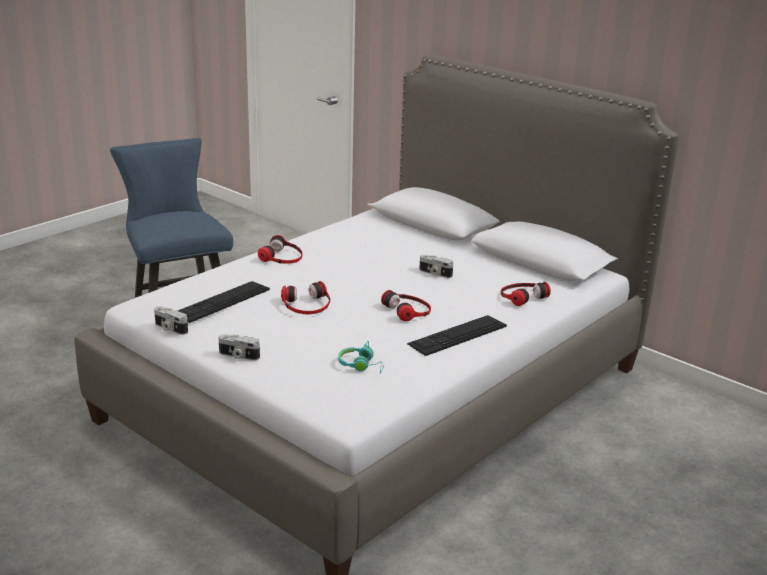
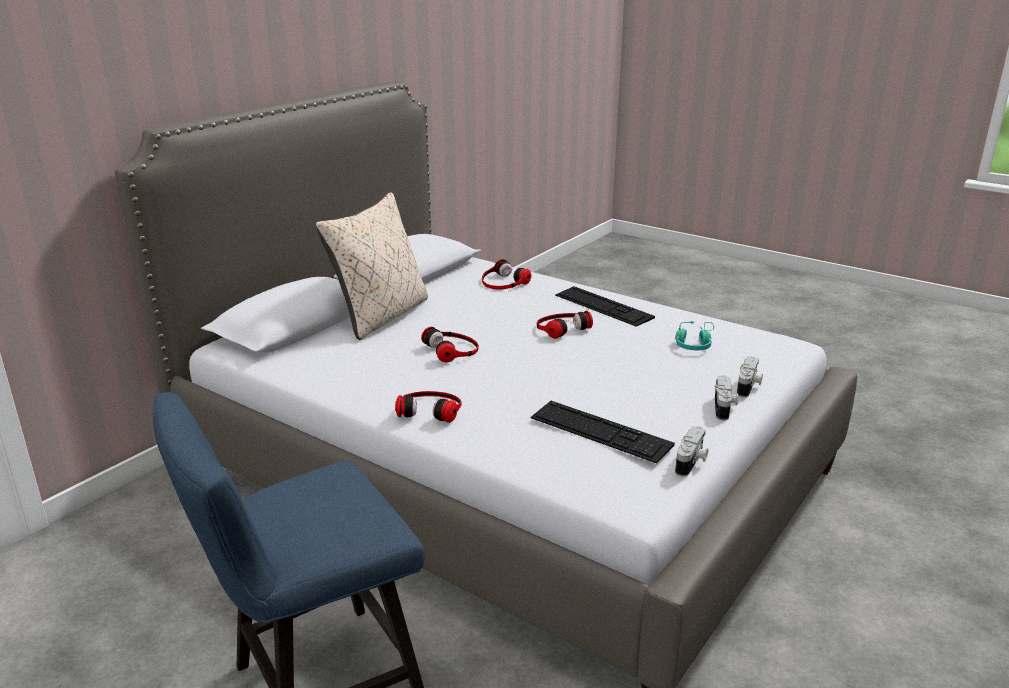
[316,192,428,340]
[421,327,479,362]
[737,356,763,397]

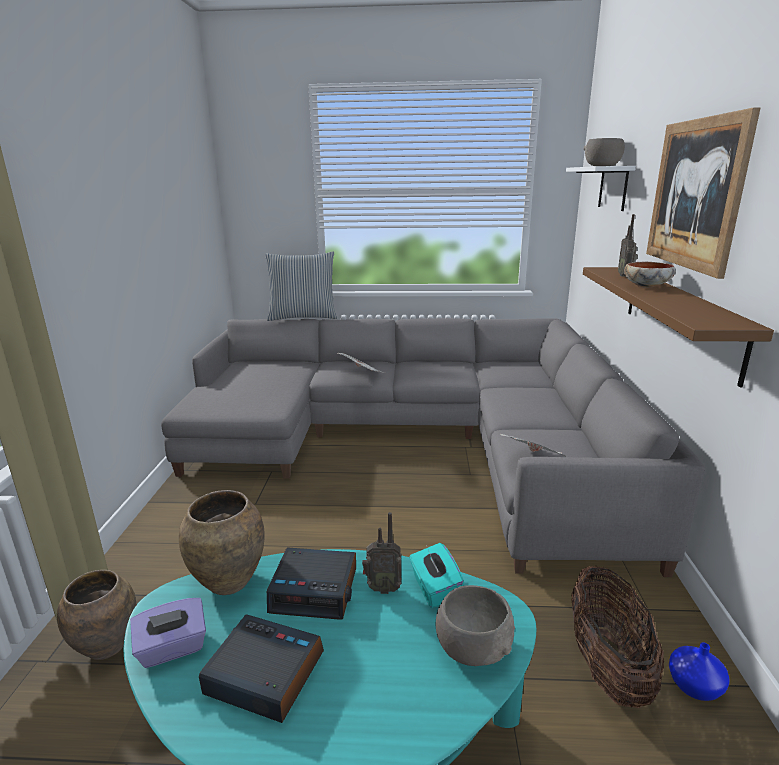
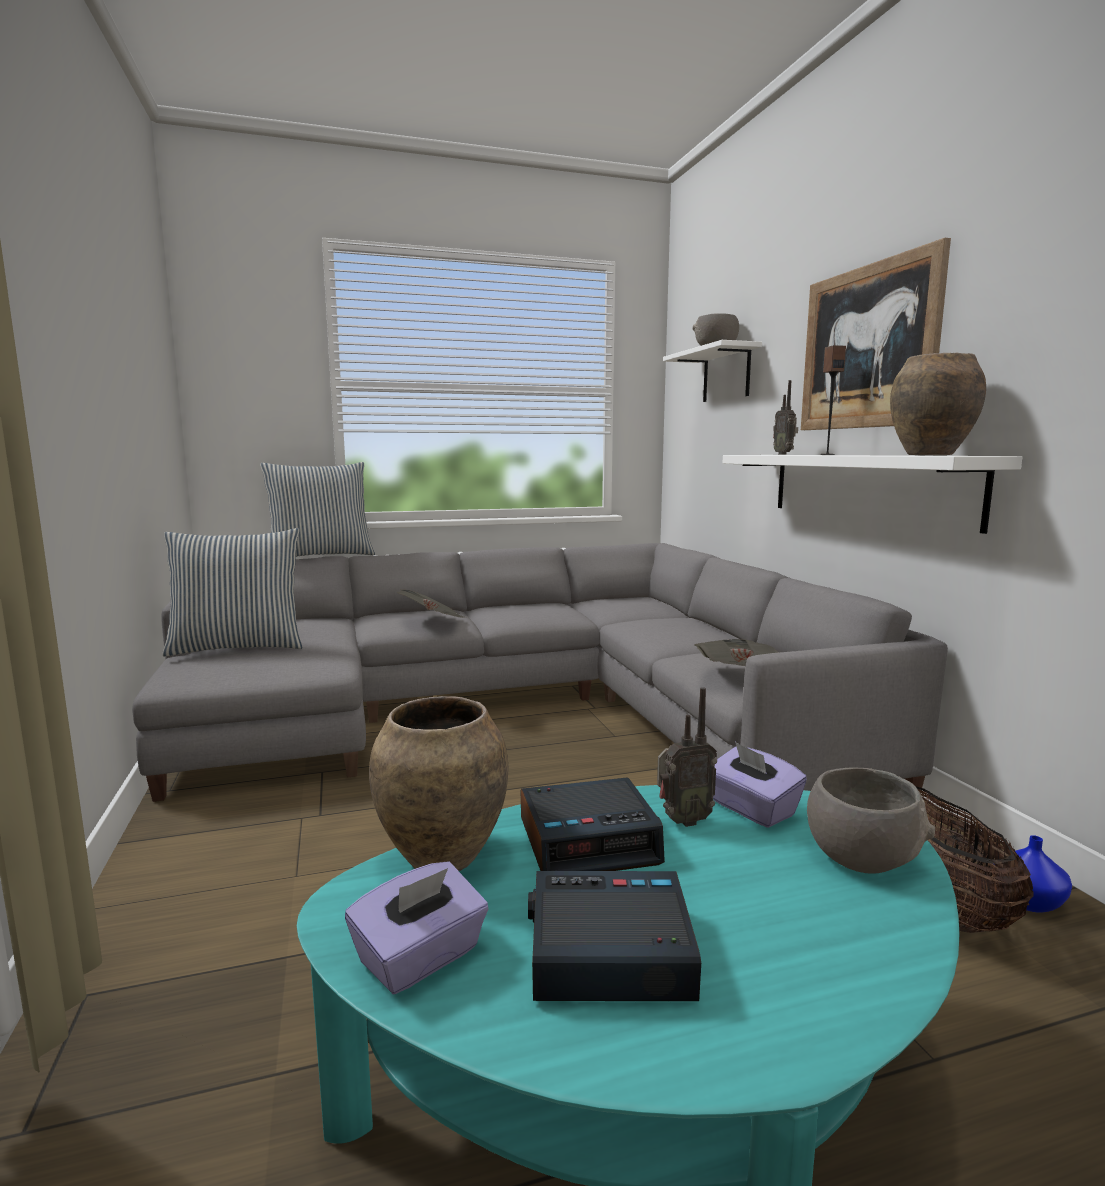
[162,528,303,657]
[713,742,807,828]
[723,455,1022,534]
[820,345,846,455]
[890,353,986,455]

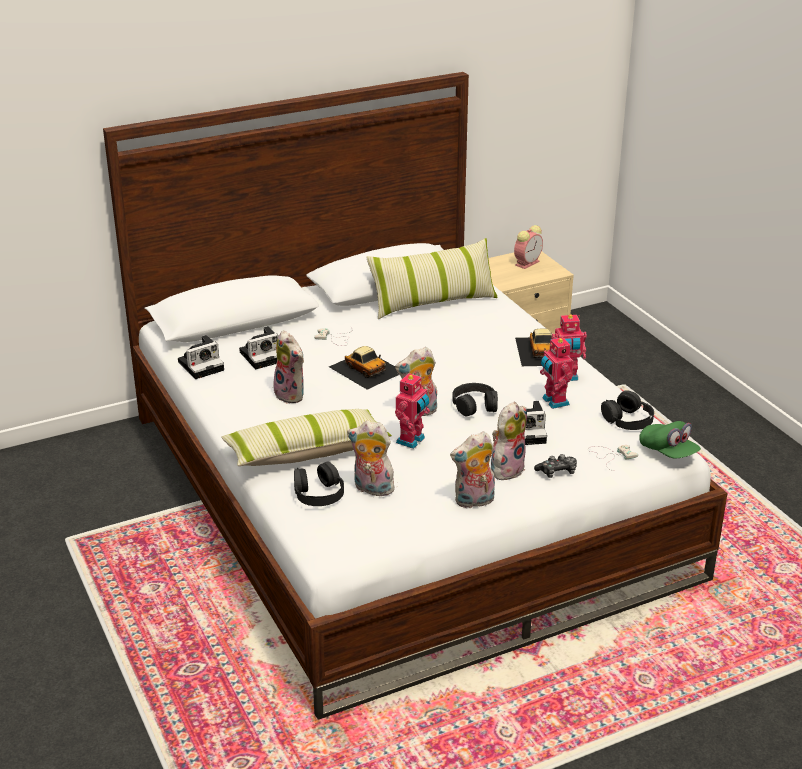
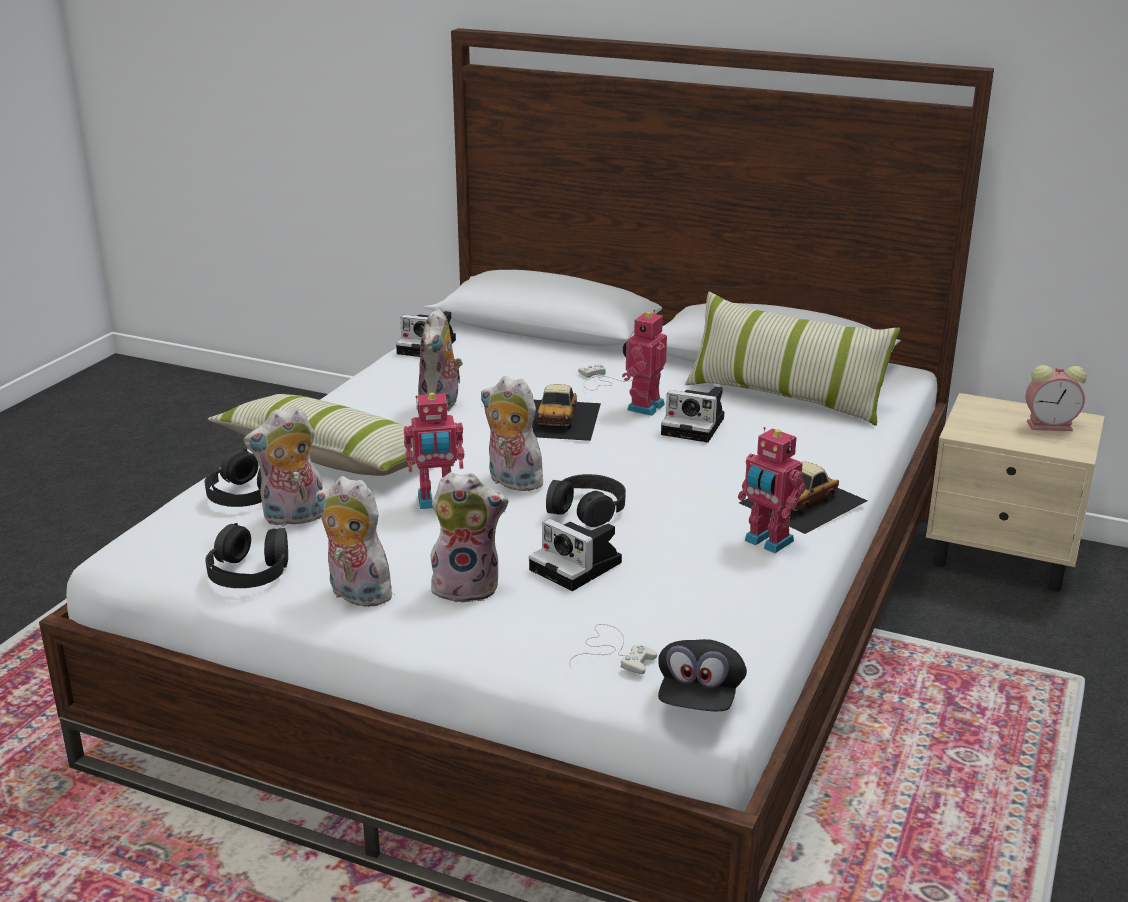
[205,523,288,588]
[243,406,323,526]
[622,310,667,416]
[658,639,747,711]
[661,386,725,442]
[534,454,577,478] (first image)

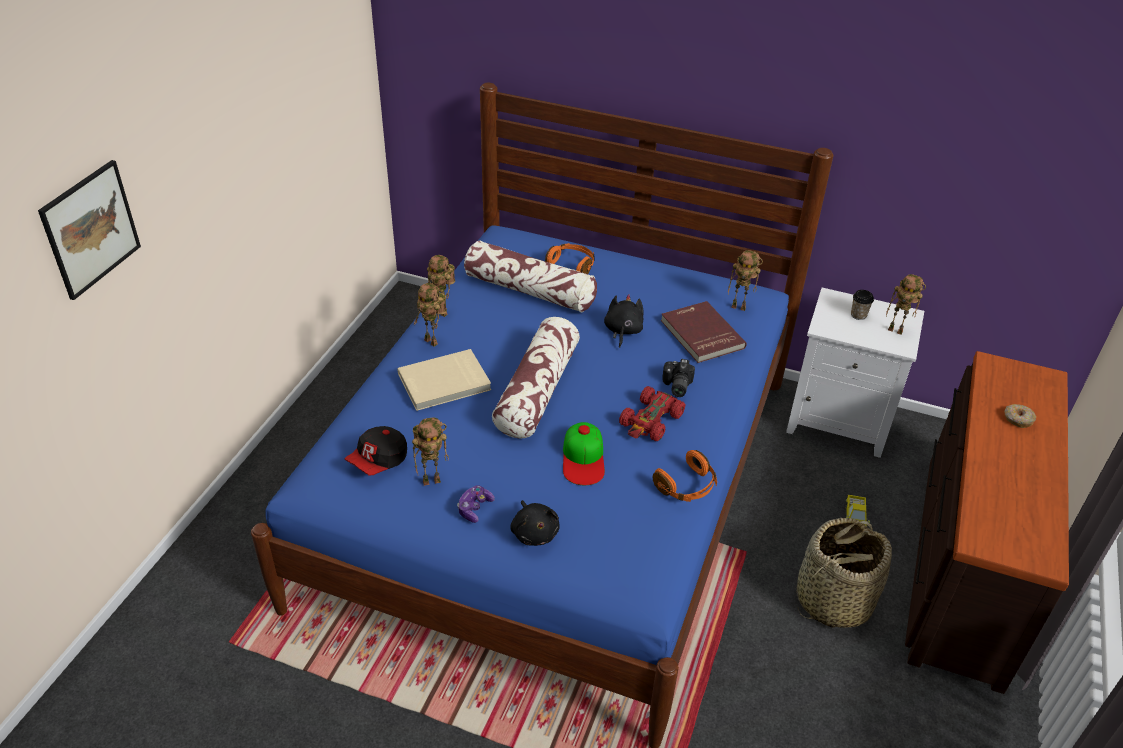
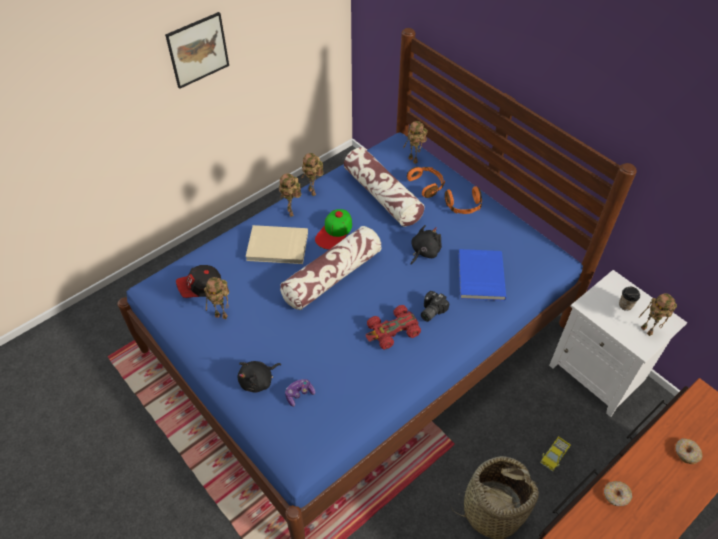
[165,12,229,89]
[238,361,281,393]
[285,379,315,407]
[315,209,352,249]
[403,121,427,164]
[445,186,482,214]
[458,249,506,301]
[604,481,632,506]

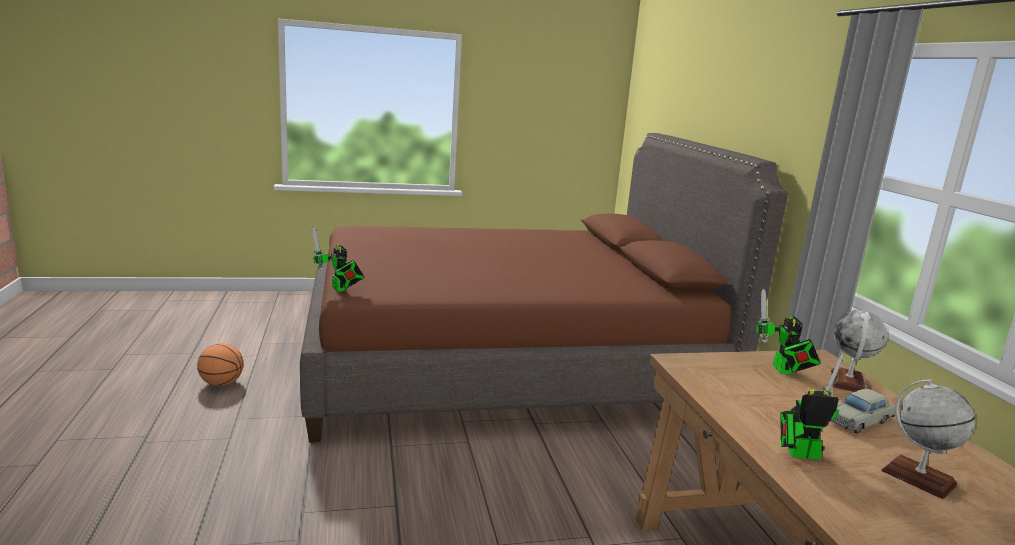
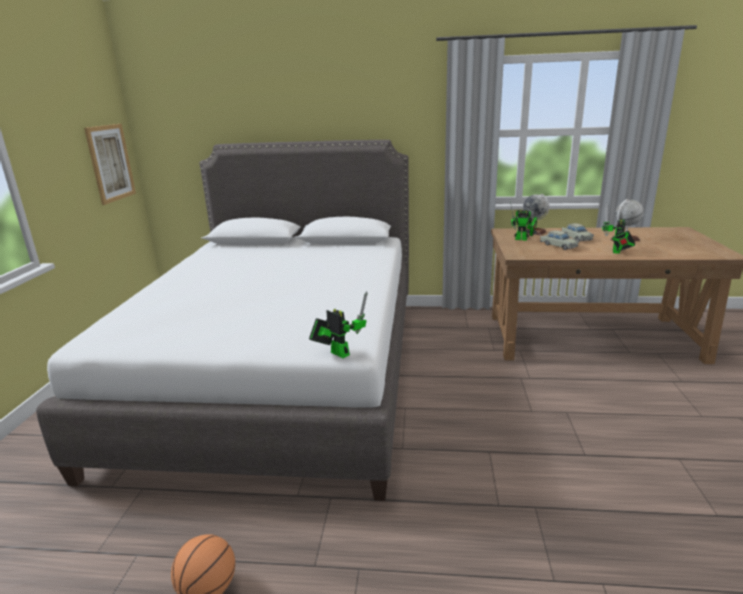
[36,140,409,501]
[84,124,136,205]
[309,291,368,358]
[540,231,579,250]

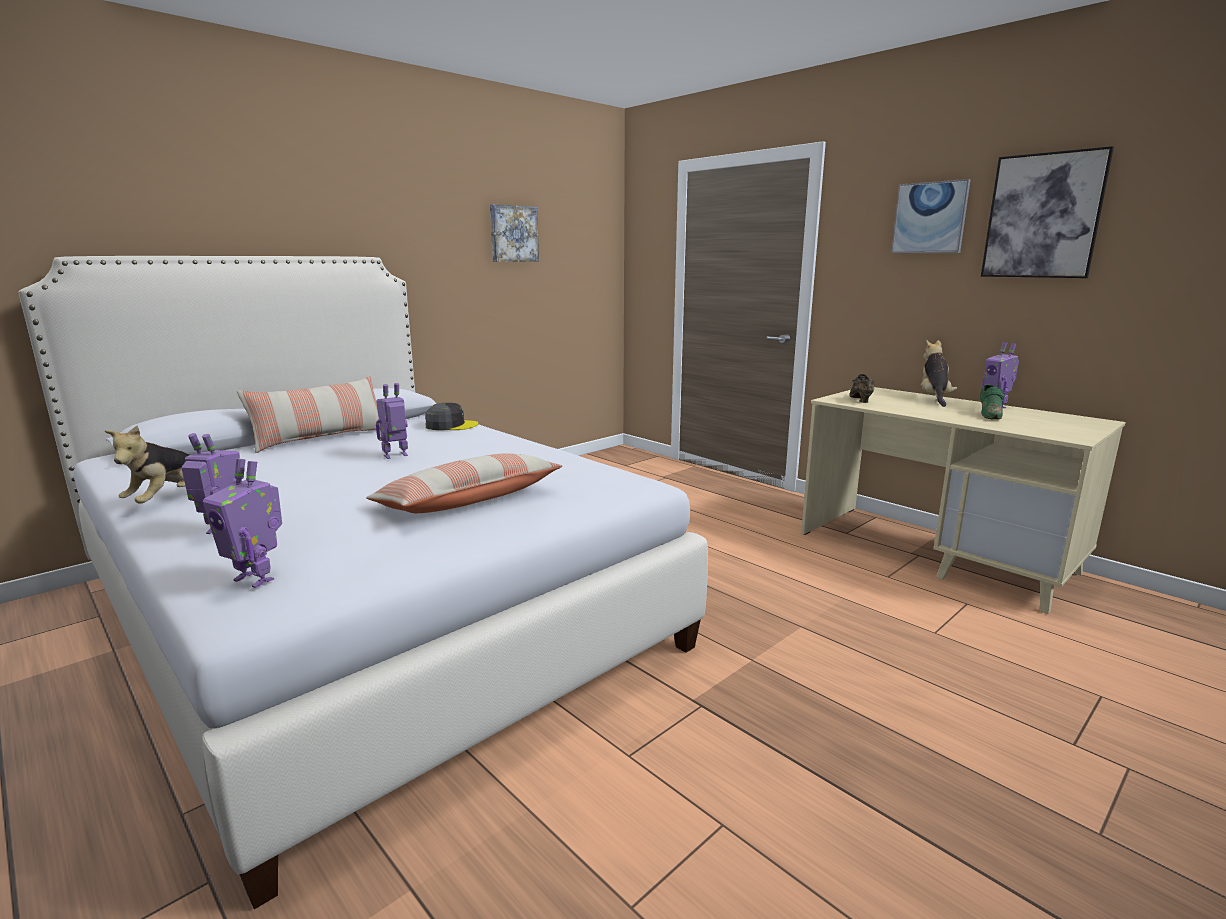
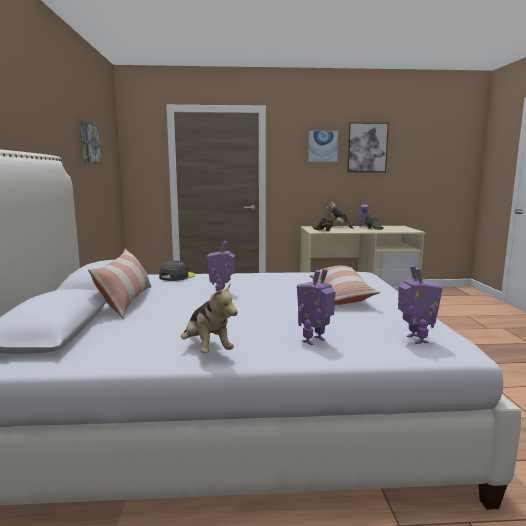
[398,265,442,344]

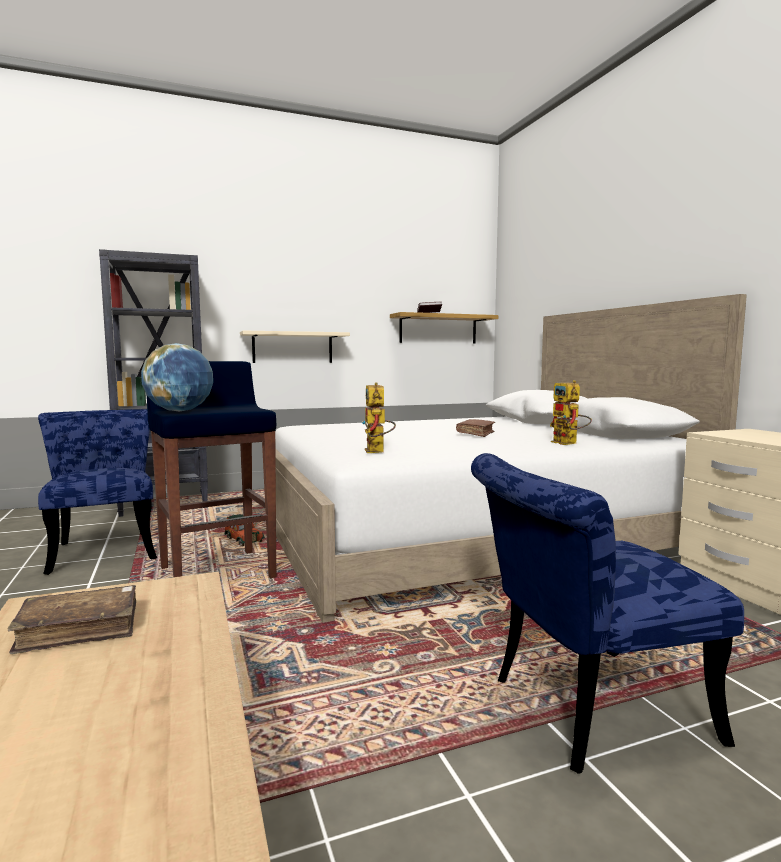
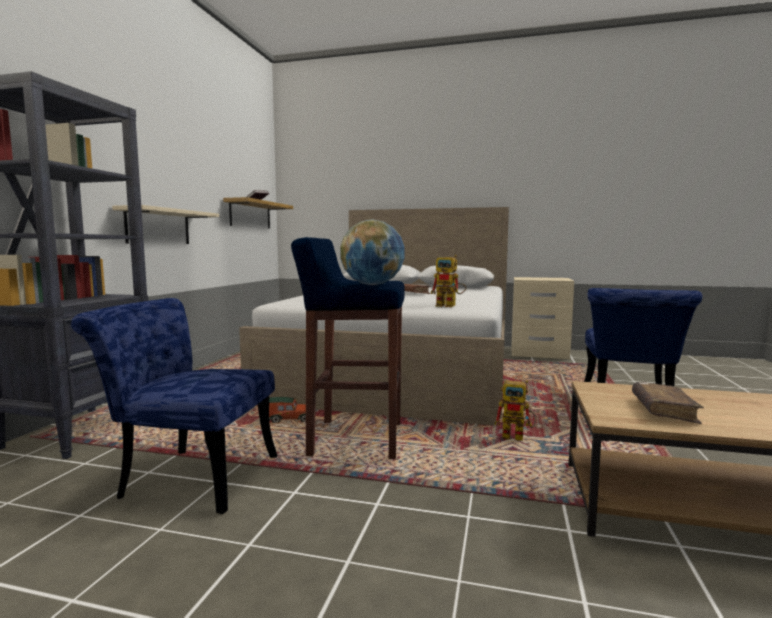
[494,380,536,441]

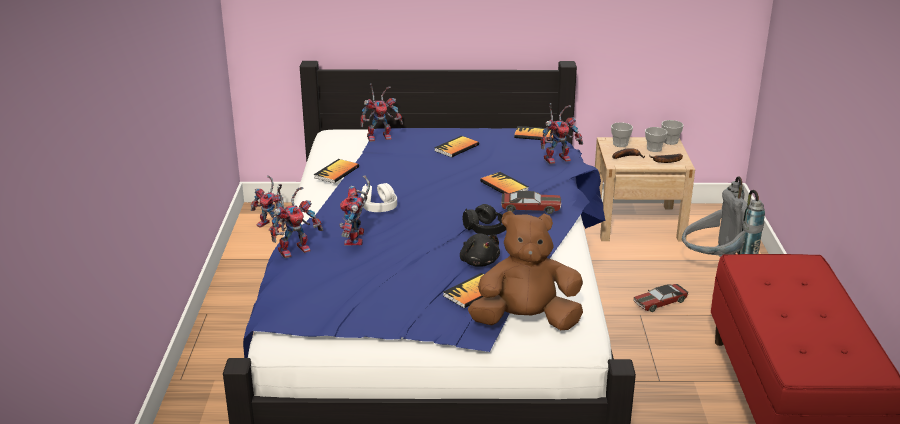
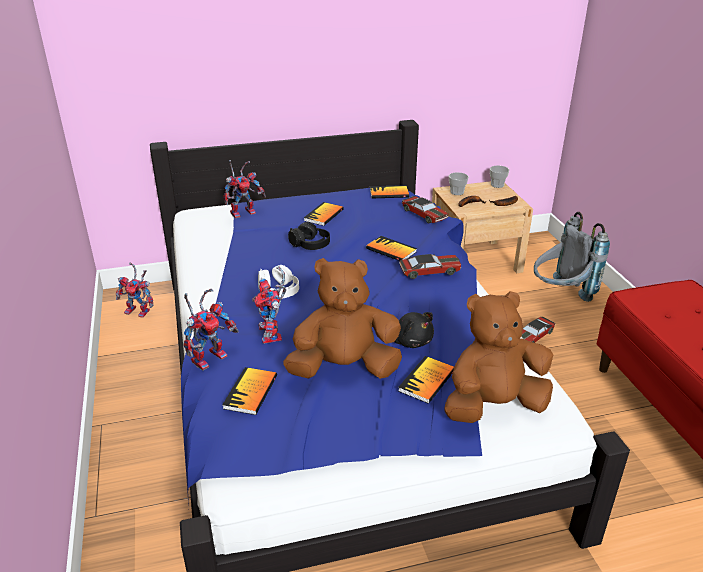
[222,367,277,415]
[283,258,402,379]
[288,222,330,250]
[402,196,448,224]
[645,127,668,152] (first image)

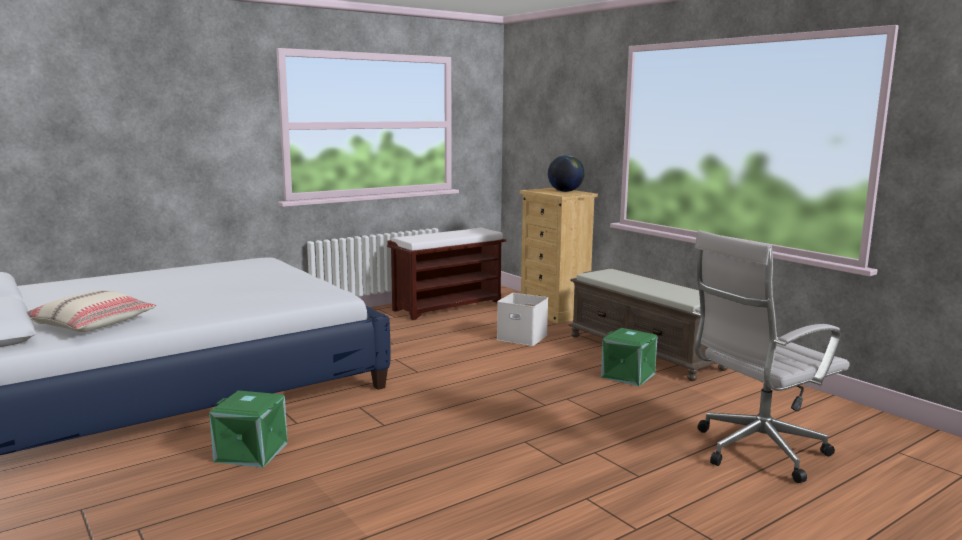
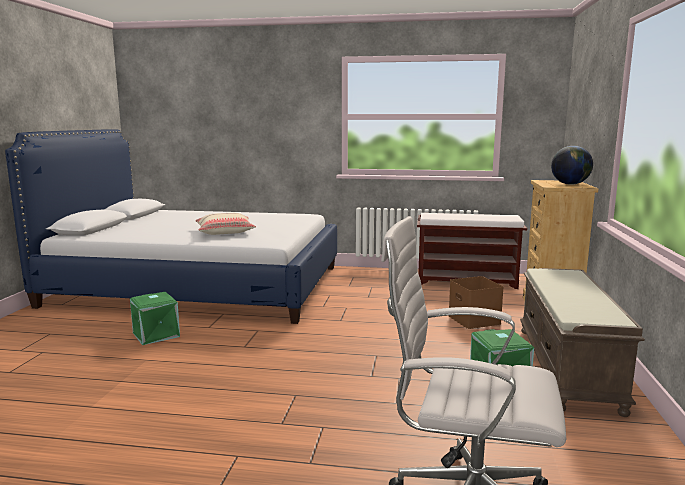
[195,213,256,235]
[448,276,504,329]

